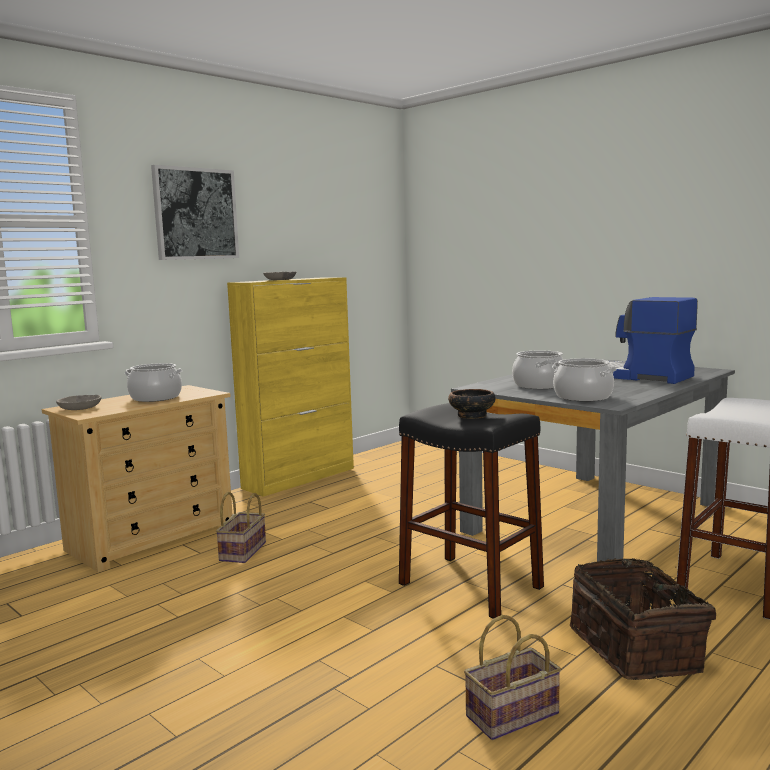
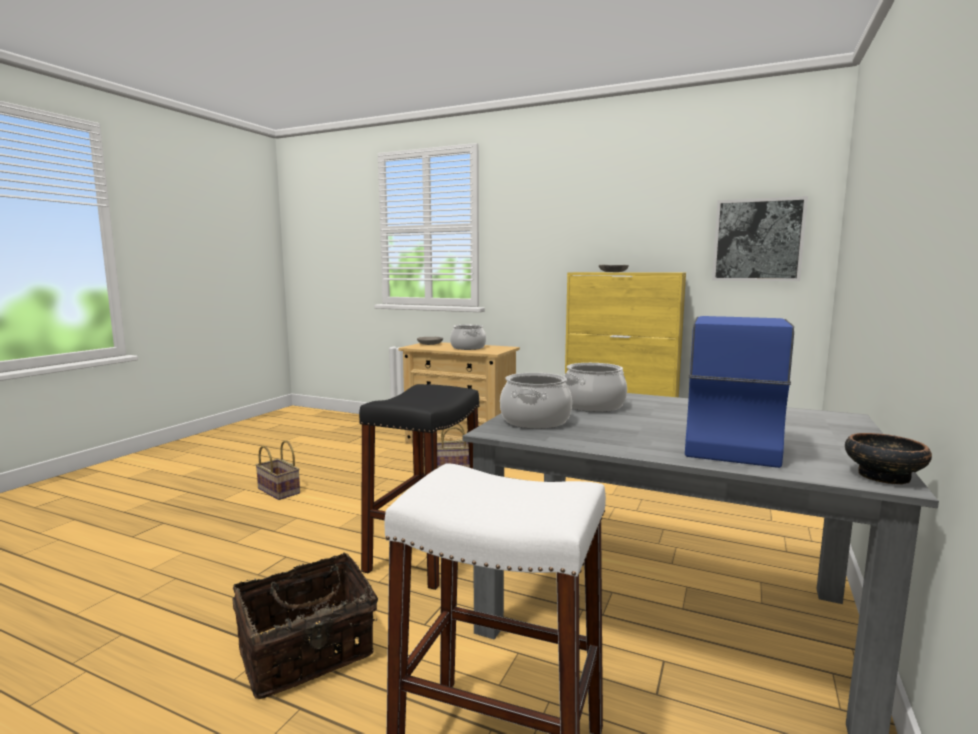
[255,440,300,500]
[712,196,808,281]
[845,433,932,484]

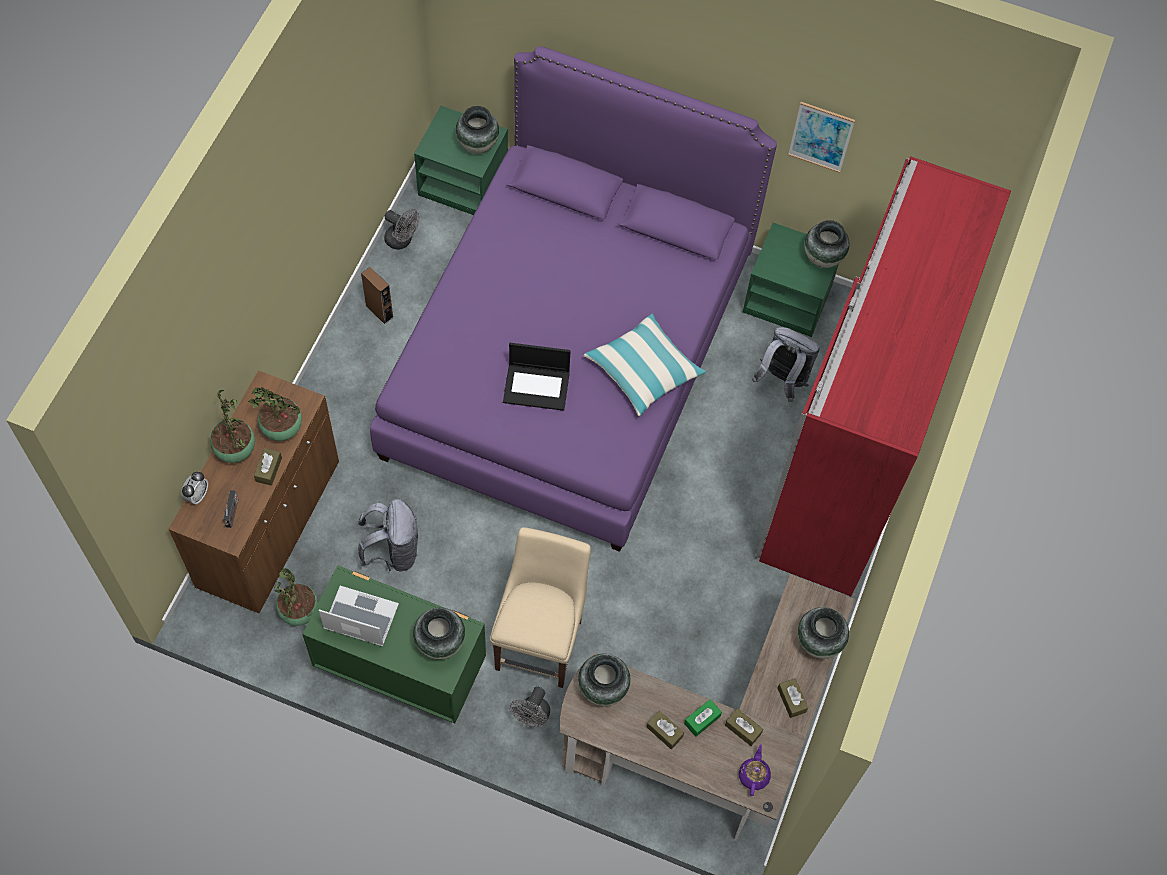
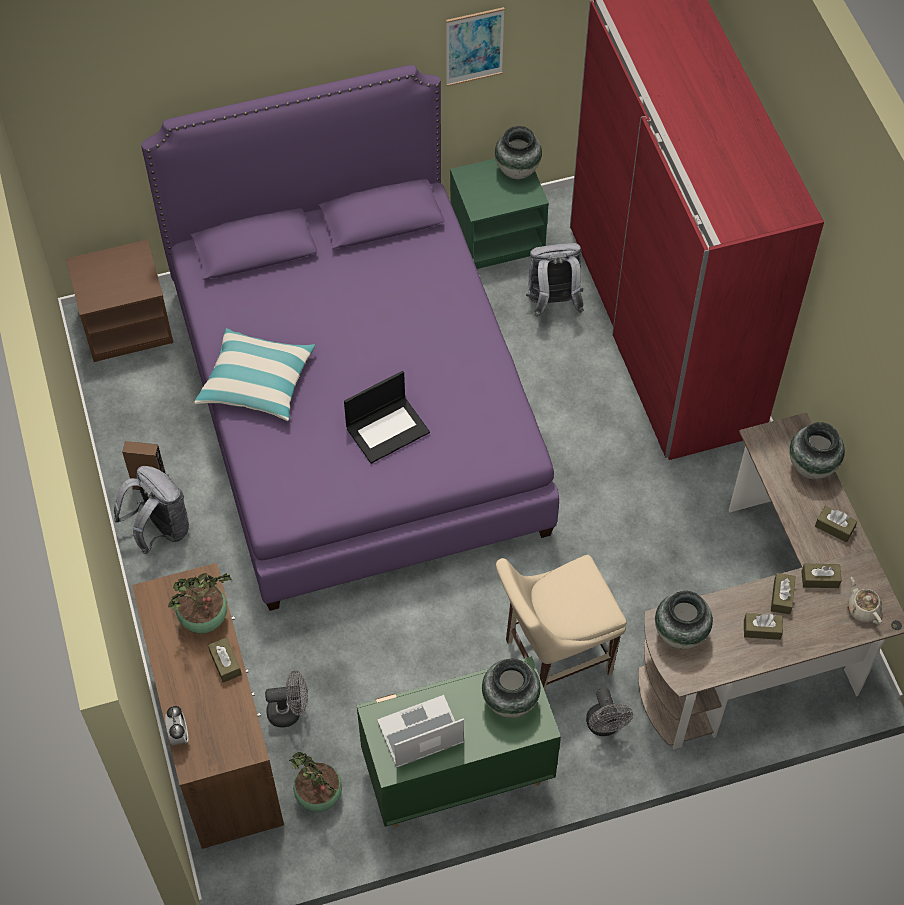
[66,240,173,362]
[114,466,189,554]
[194,328,315,421]
[265,670,308,727]
[496,555,626,691]
[771,573,796,614]
[848,577,882,625]
[210,390,255,463] (first image)
[223,490,238,528] (first image)
[456,106,499,154] (first image)

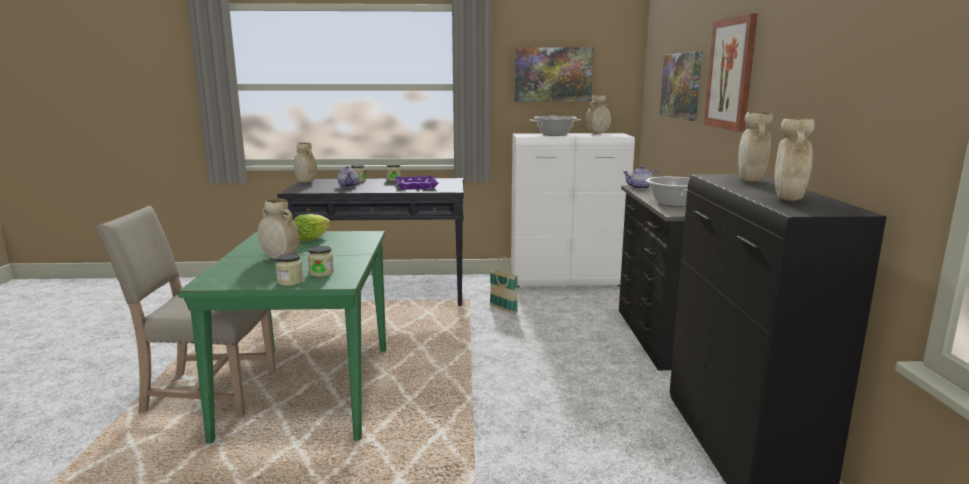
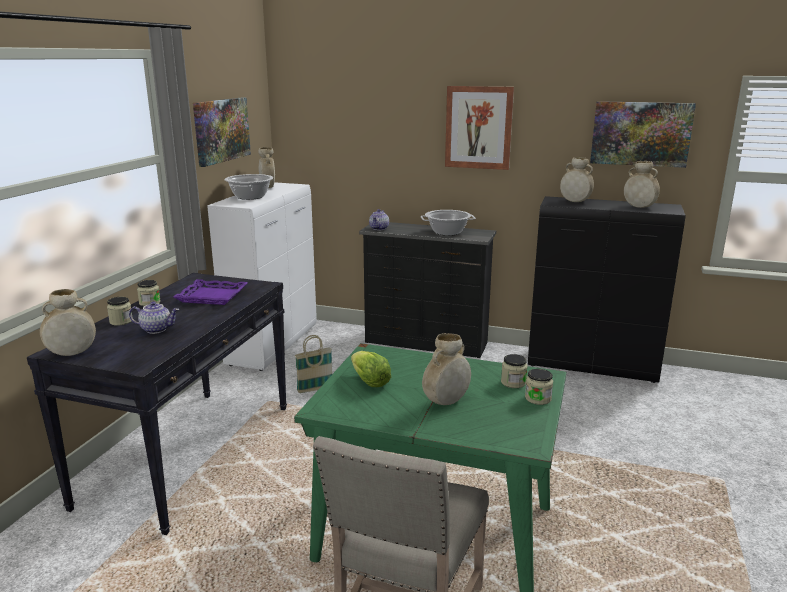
[590,101,696,168]

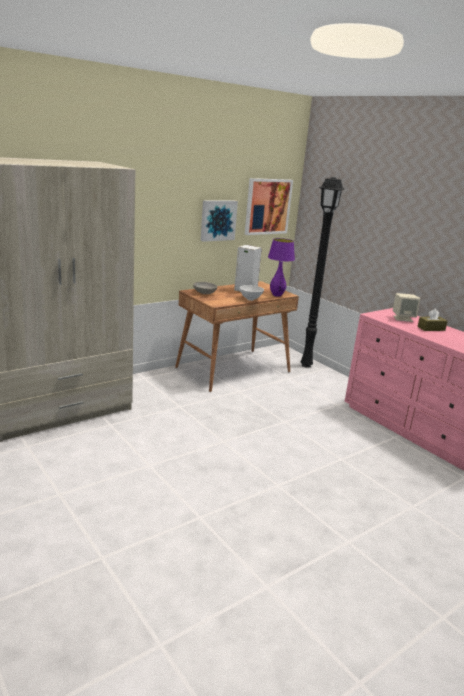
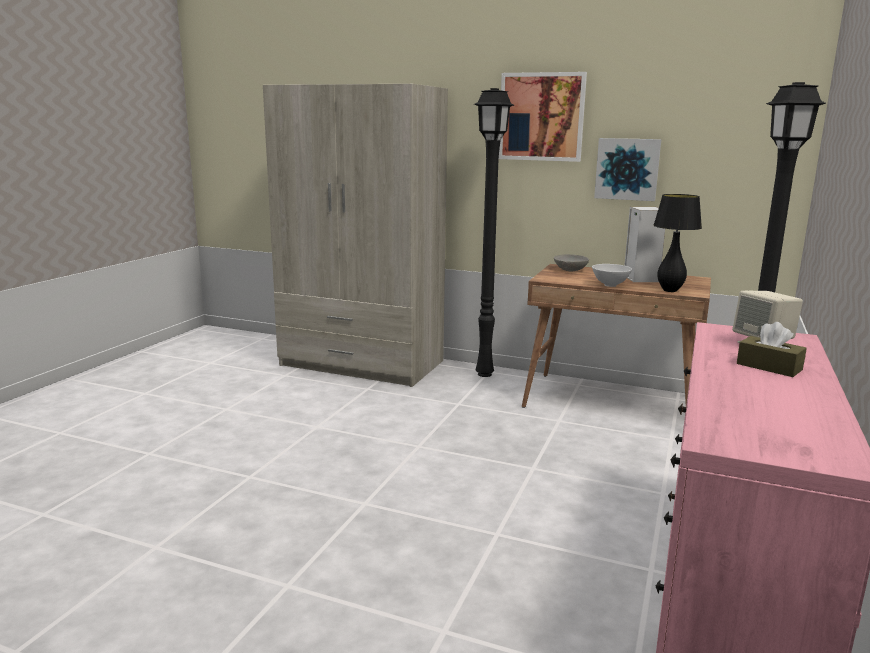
[474,88,514,377]
[499,72,587,162]
[653,194,702,292]

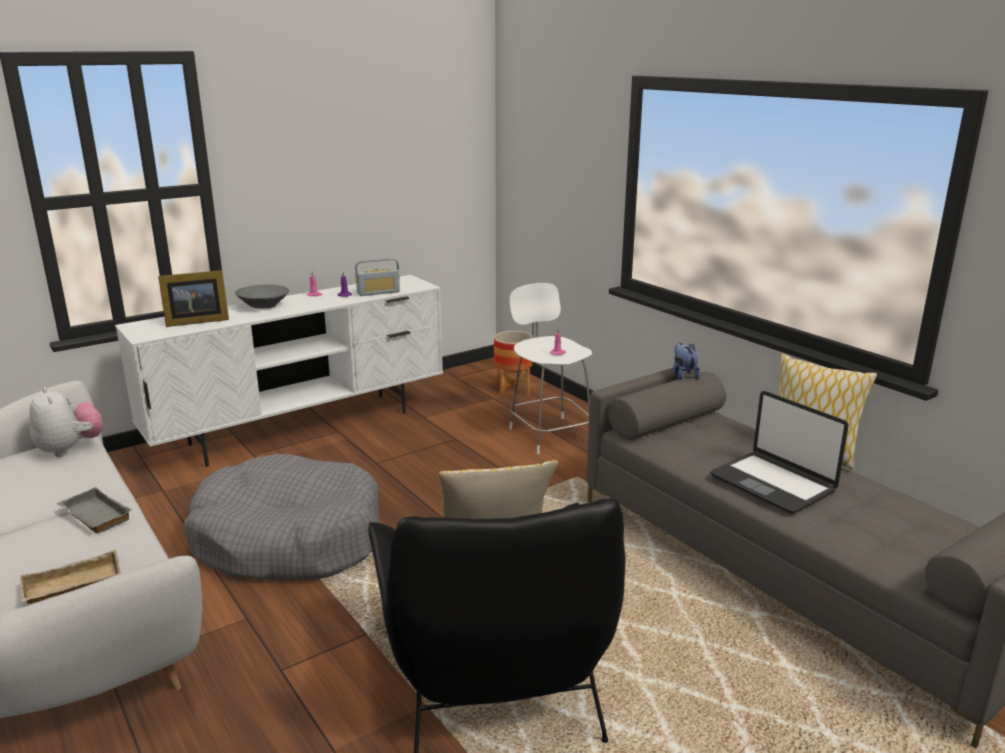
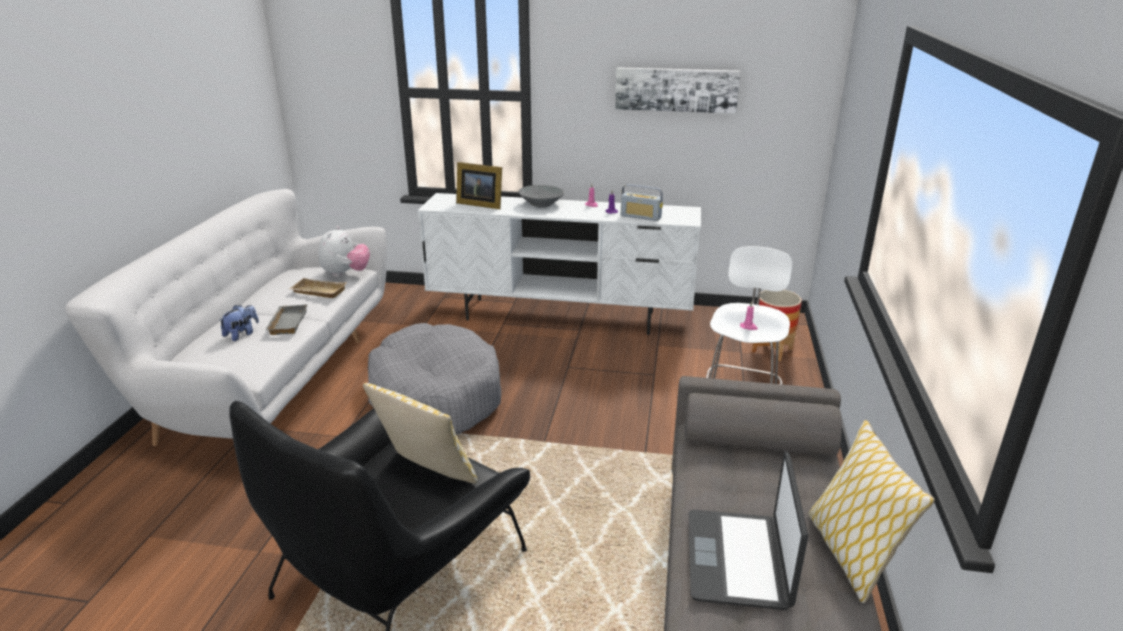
[219,305,259,341]
[289,278,347,298]
[615,67,741,114]

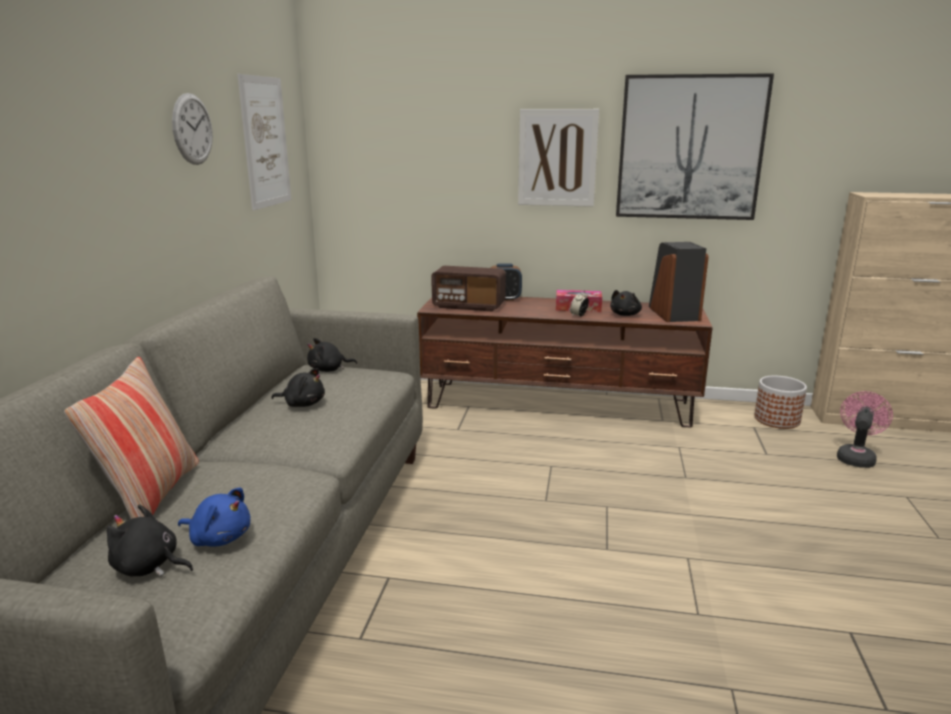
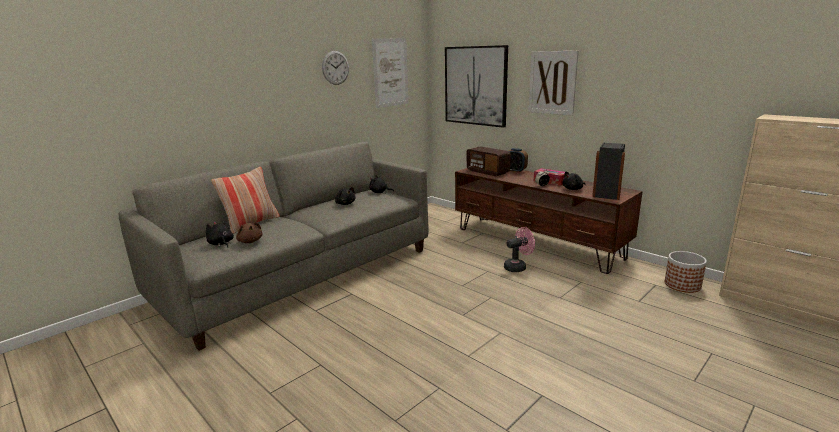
[236,222,262,243]
[445,45,508,128]
[504,227,535,272]

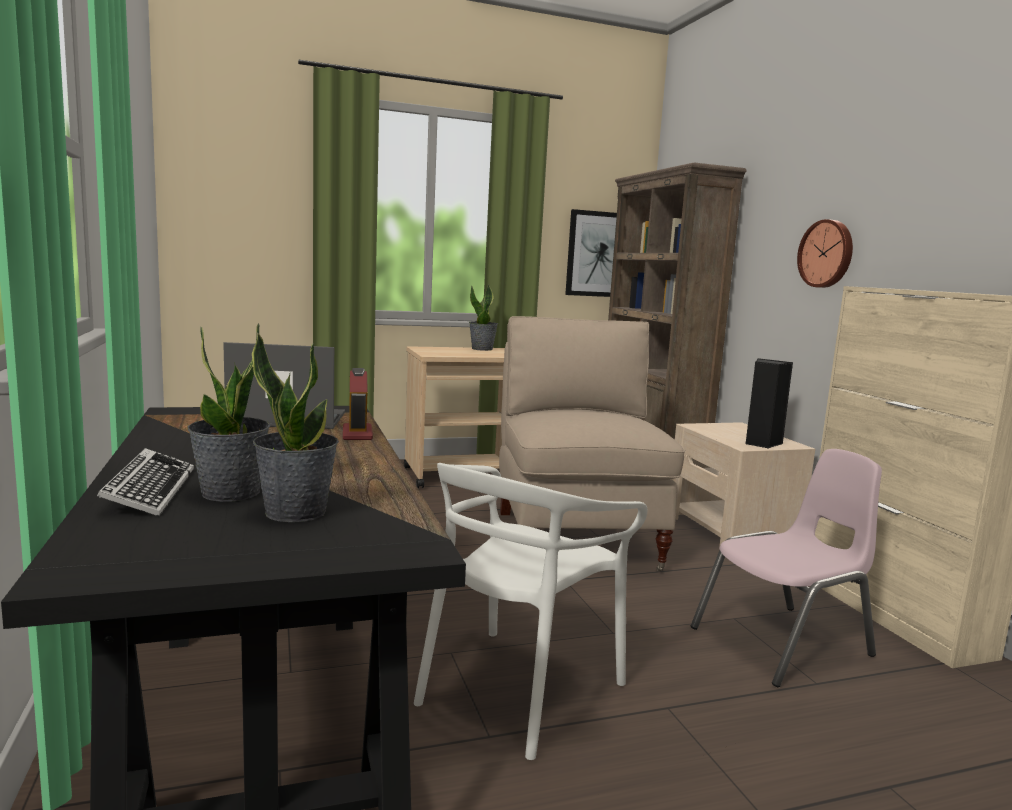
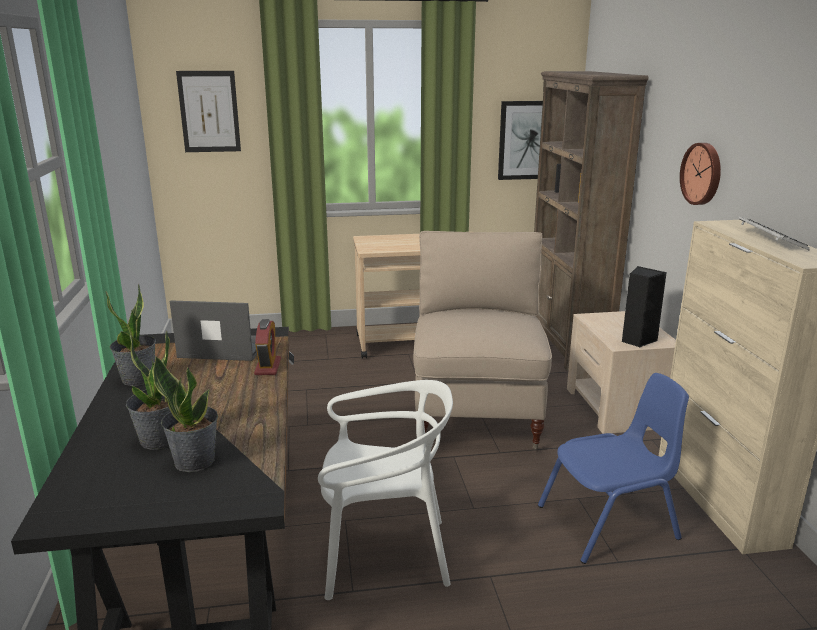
[105,284,156,386]
[176,71,241,152]
[318,380,453,600]
[538,373,689,564]
[738,217,810,250]

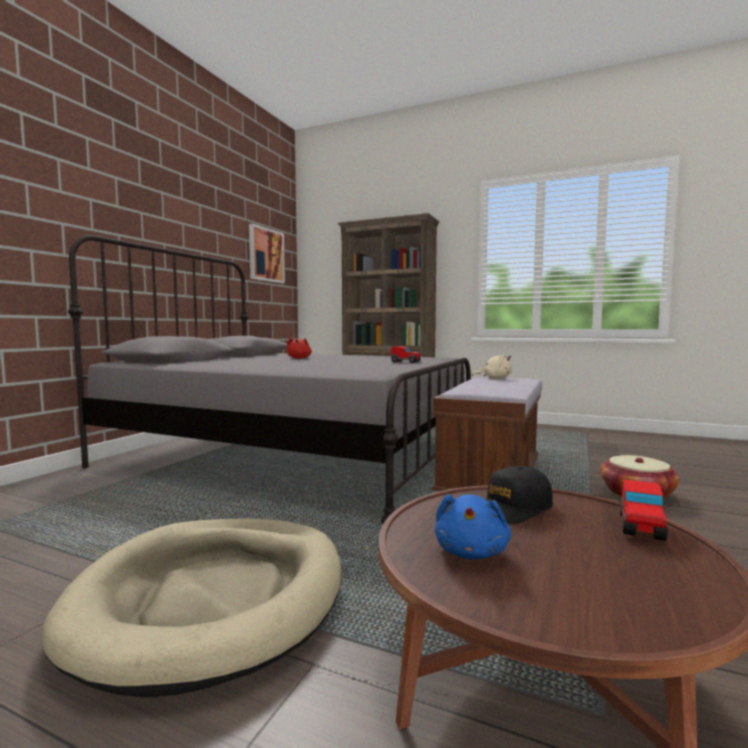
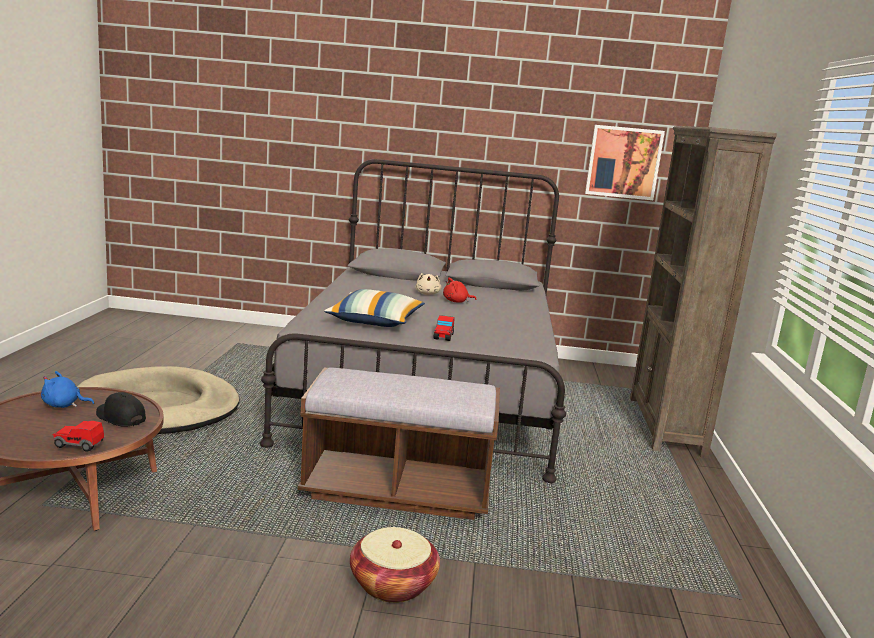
[324,289,425,327]
[415,273,441,295]

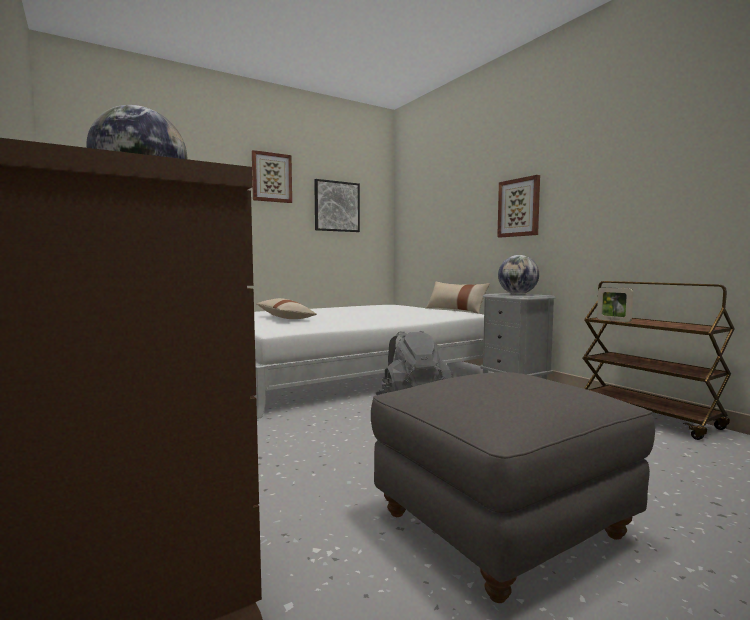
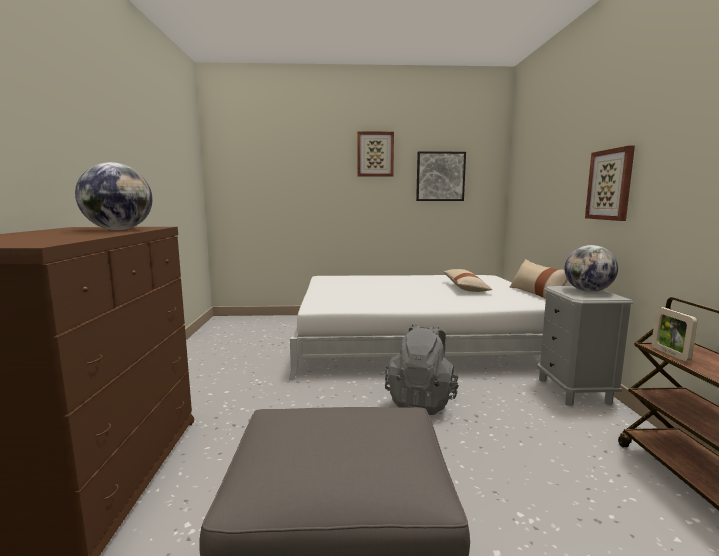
[443,269,493,292]

